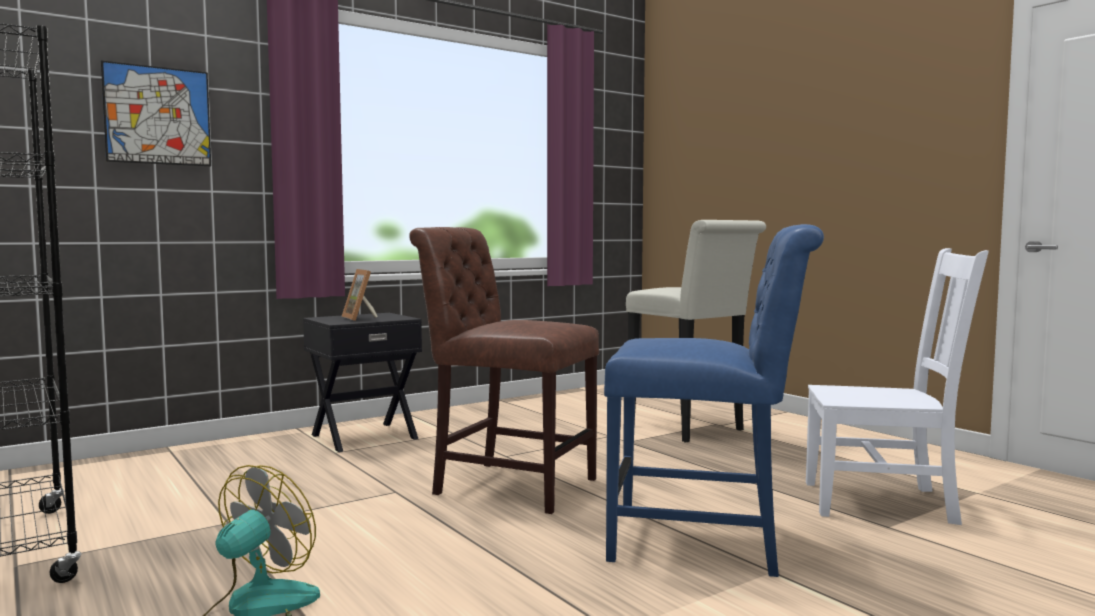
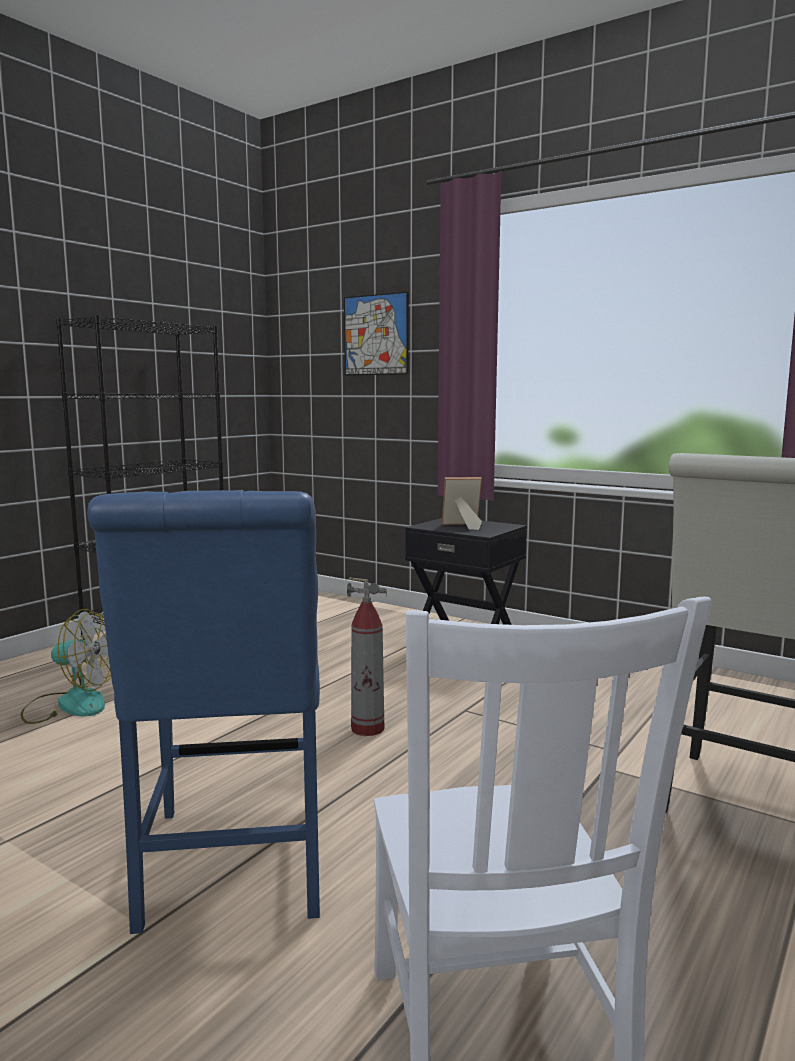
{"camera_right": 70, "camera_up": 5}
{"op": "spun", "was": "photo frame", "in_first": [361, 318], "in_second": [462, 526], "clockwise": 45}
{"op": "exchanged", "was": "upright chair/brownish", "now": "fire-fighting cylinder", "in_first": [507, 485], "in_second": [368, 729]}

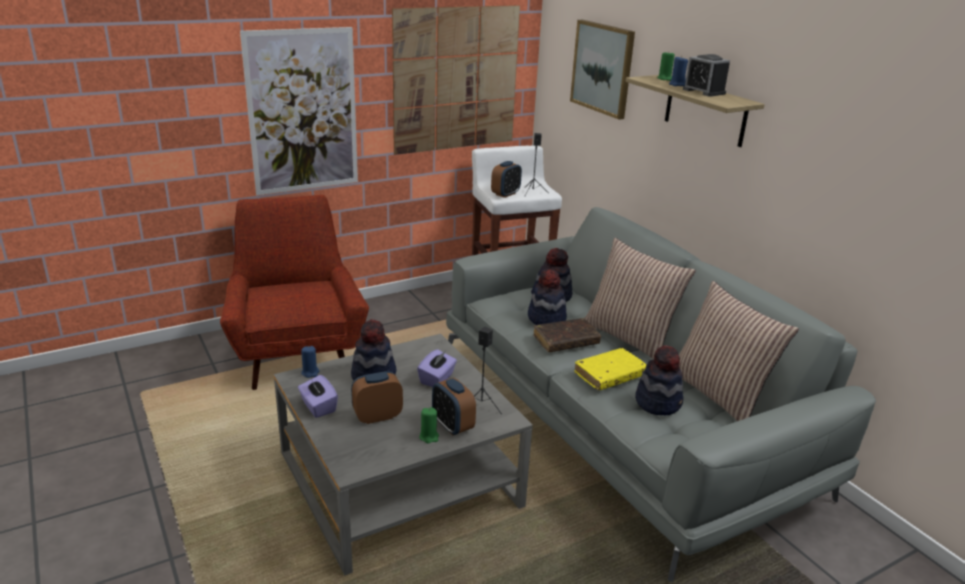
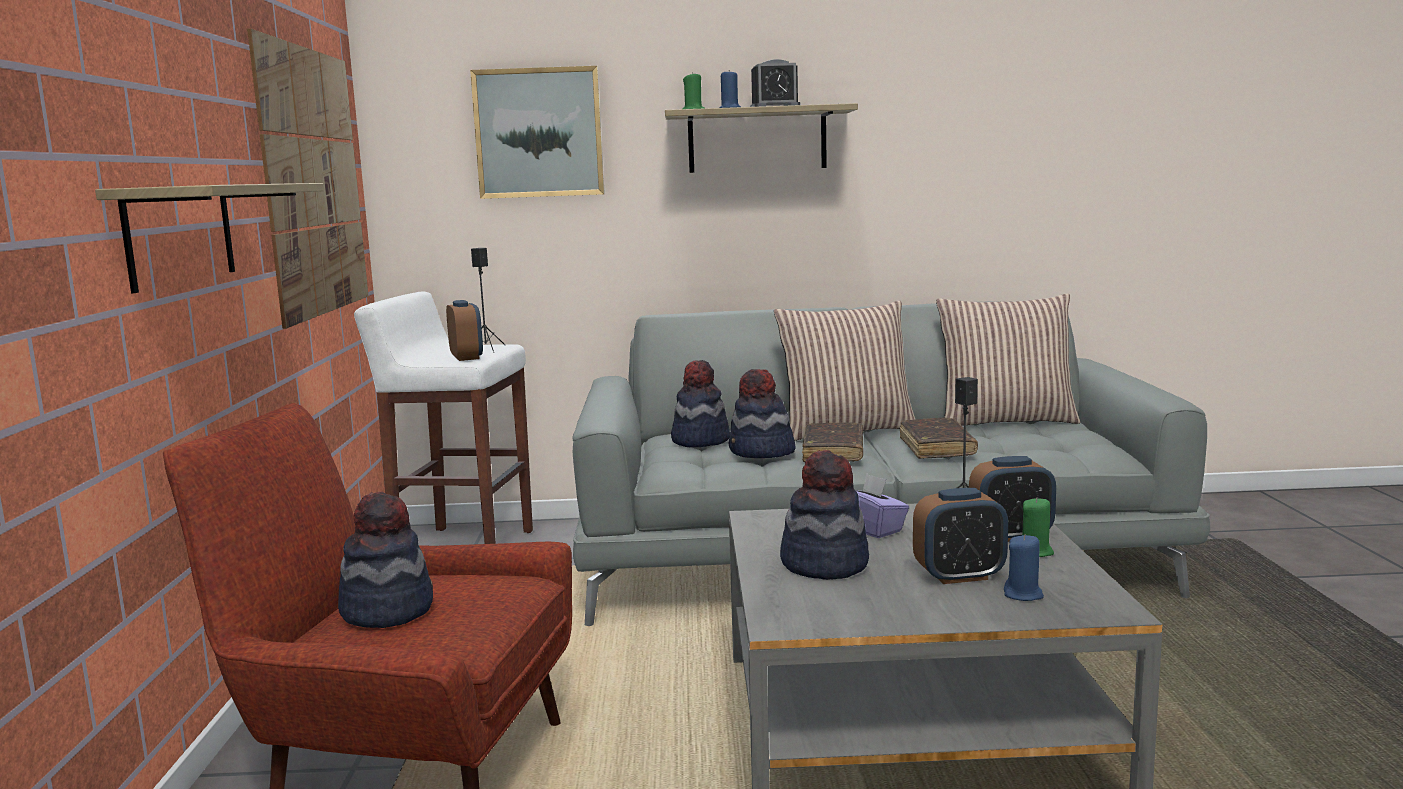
{"camera_right": -60, "camera_up": -15}
{"op": "exchanged", "was": "picture", "now": "shelf", "in_first": [303, 112], "in_second": [180, 234]}
{"op": "missing", "was": "tissue holder/purplish", "in_first": [318, 407]}
{"op": "relocated", "was": "candle/bluish", "in_first": [310, 373], "in_second": [1023, 595]}
{"op": "spun", "was": "alarm clock", "in_first": [377, 416], "in_second": [959, 576], "clockwise": -105}
{"op": "colour", "was": "book/yellow", "now": "book/brownish", "in_first": [610, 375], "in_second": [937, 448]}
{"op": "relocated", "was": "hat", "in_first": [658, 402], "in_second": [387, 610]}

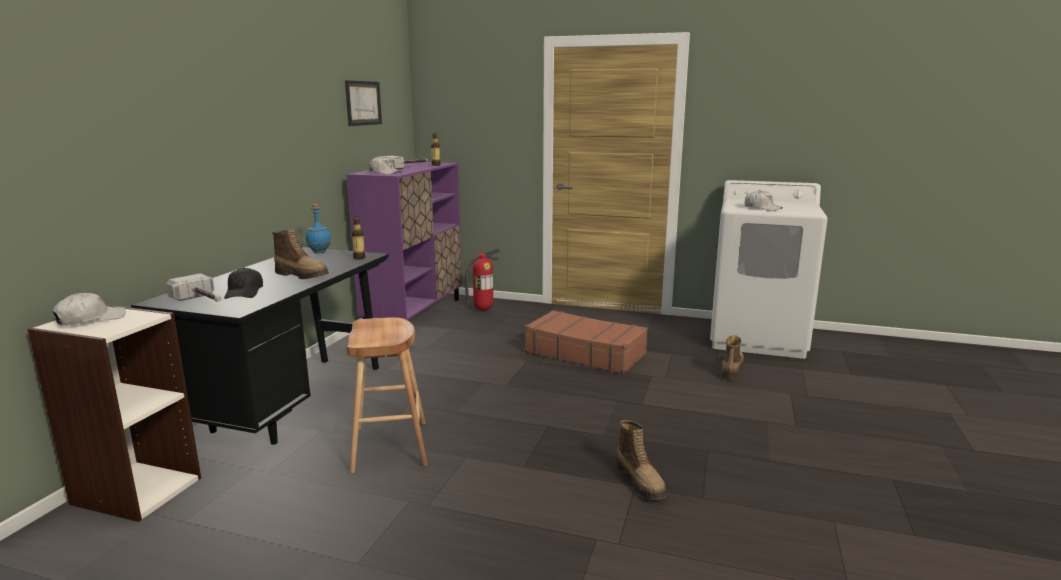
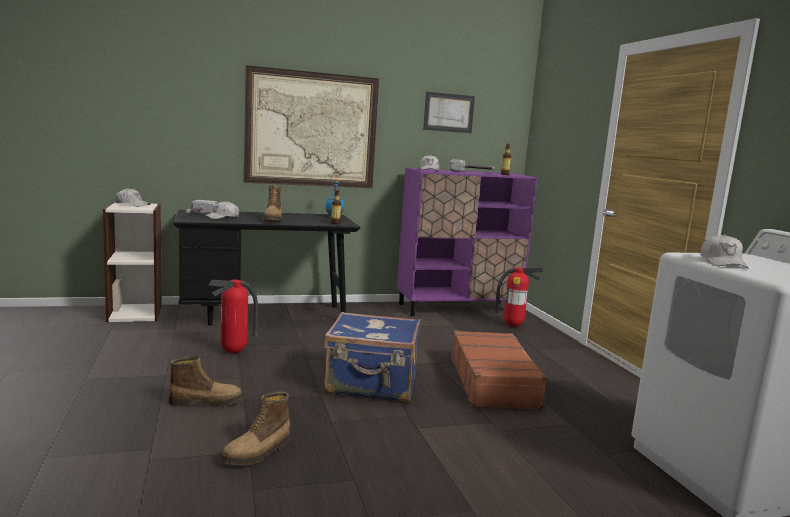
{"camera_right": 55, "camera_up": -5}
{"op": "colour", "was": "baseball cap/black", "now": "baseball cap/white", "in_first": [244, 292], "in_second": [222, 217]}
{"op": "exchanged", "was": "sitting stool/brownish", "now": "fire-fighting cylinder", "in_first": [390, 446], "in_second": [234, 352]}
{"op": "relocated", "was": "high-top boot", "in_first": [731, 369], "in_second": [206, 402]}
{"op": "appeared", "now": "picture", "in_second": [311, 129]}
{"op": "appeared", "now": "suitcase/bluish", "in_second": [372, 385]}

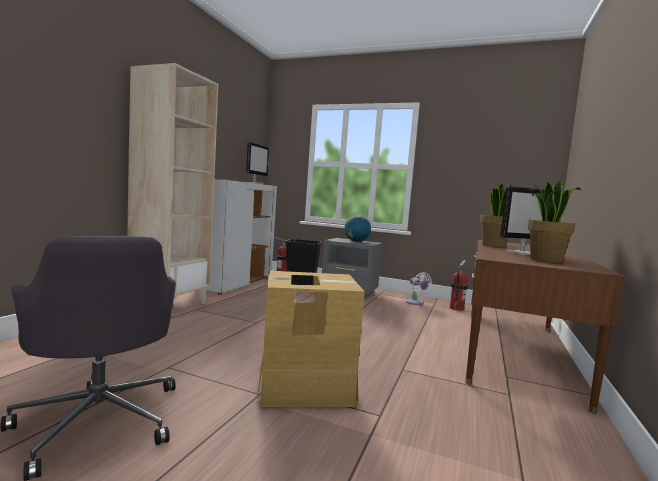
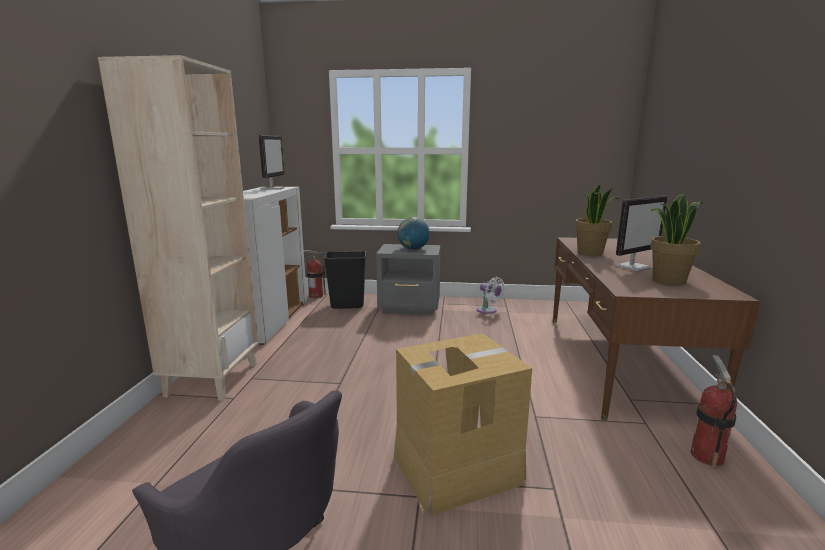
{"camera_right": -15, "camera_up": 10}
{"op": "relocated", "was": "fire-fighting cylinder", "in_first": [456, 308], "in_second": [707, 456]}

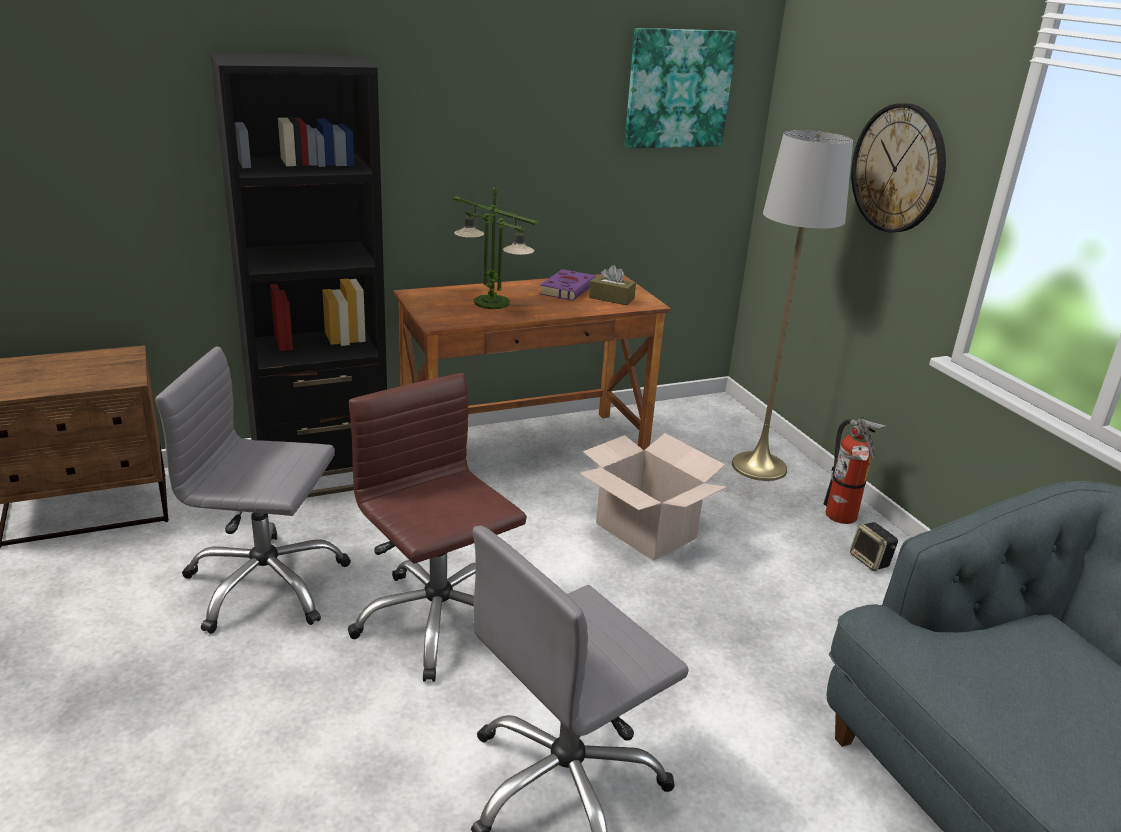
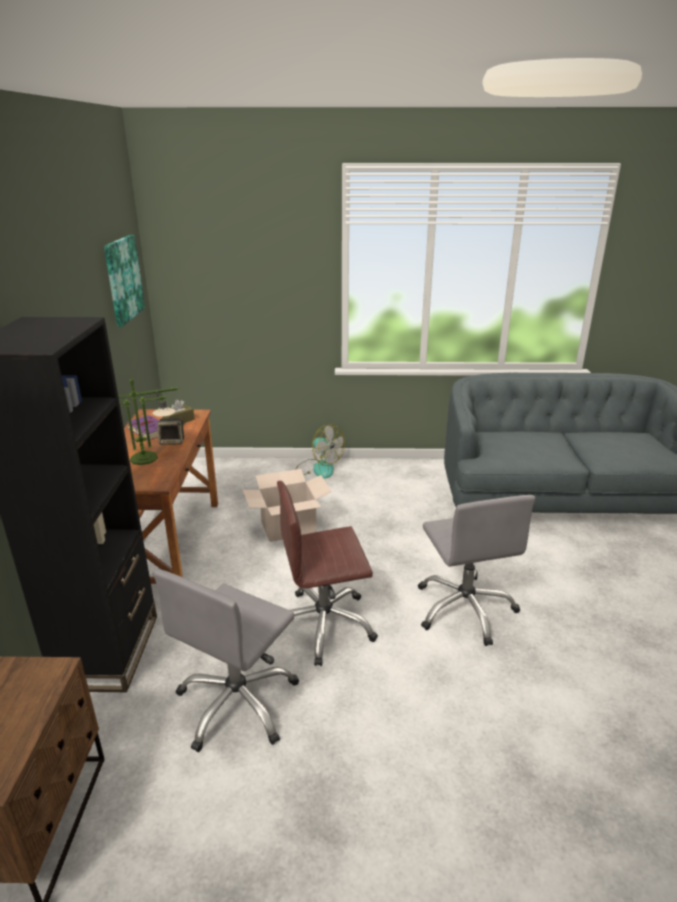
{"camera_right": -65, "camera_up": 0}
{"op": "missing", "was": "floor lamp/greyish", "in_first": [759, 466]}
{"op": "exchanged", "was": "fire-fighting cylinder", "now": "cooling fan", "in_first": [841, 518], "in_second": [318, 468]}
{"op": "relocated", "was": "speaker", "in_first": [871, 561], "in_second": [172, 441]}
{"op": "missing", "was": "wall clock", "in_first": [898, 168]}

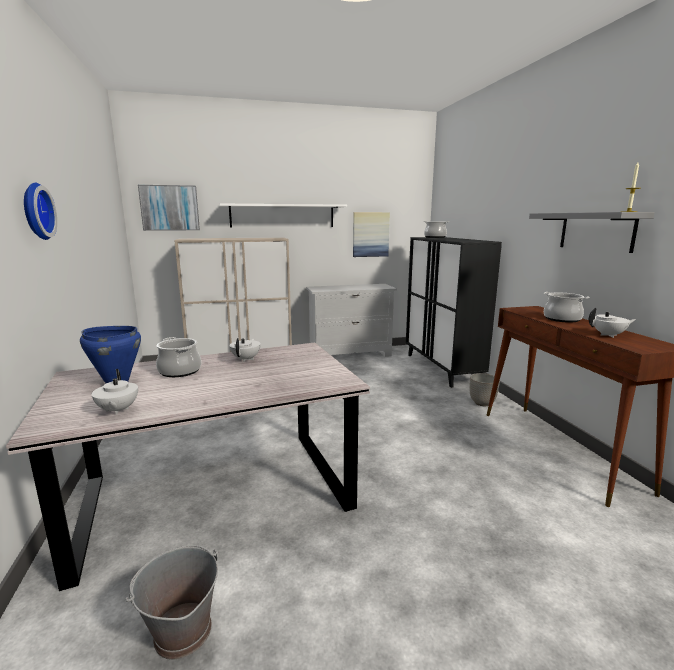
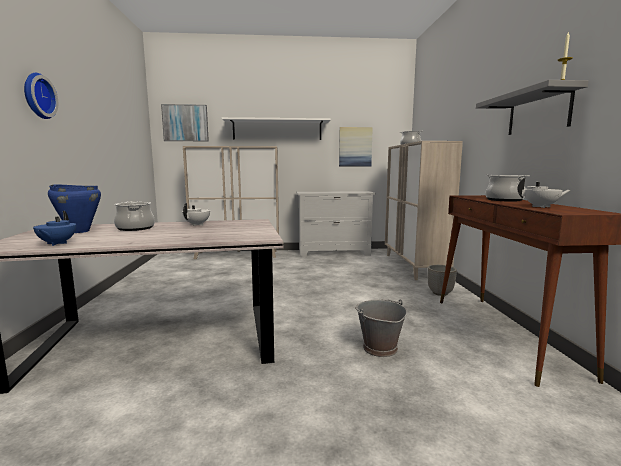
{"camera_right": 10, "camera_up": -5}
{"op": "colour", "was": "pot for tea/white", "now": "pot for tea/bluish", "in_first": [117, 410], "in_second": [56, 243]}
{"op": "relocated", "was": "pail/greyish", "in_first": [182, 632], "in_second": [379, 348]}
{"op": "colour", "was": "cabinet/black", "now": "cabinet/beige-coloured", "in_first": [442, 368], "in_second": [414, 266]}

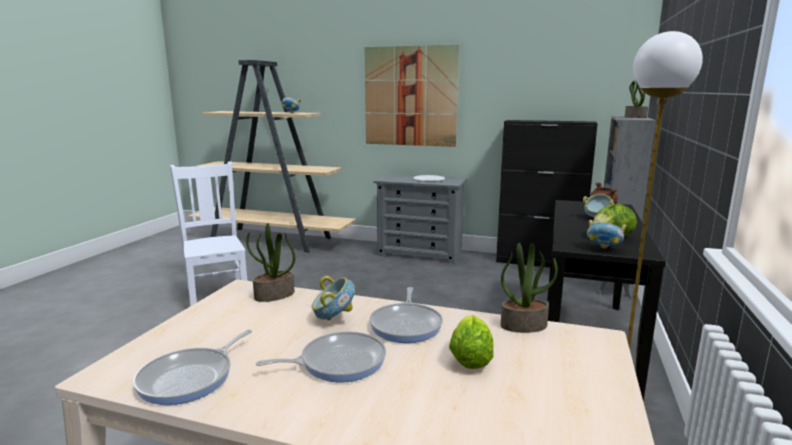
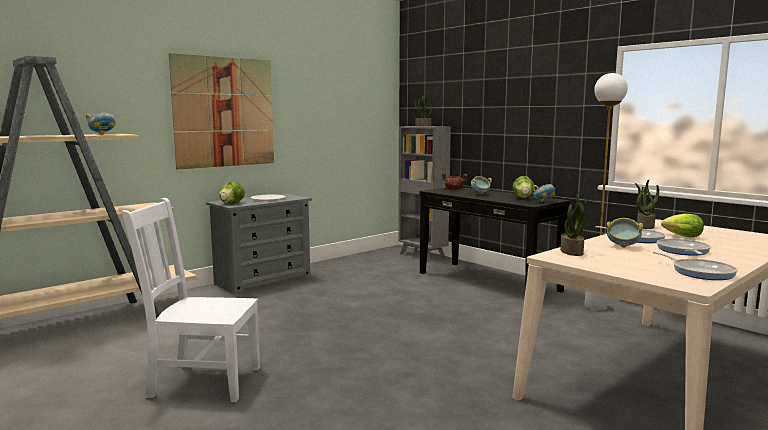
{"camera_right": -60, "camera_up": -5}
{"op": "missing", "was": "cabinet/black", "in_first": [539, 262]}
{"op": "appeared", "now": "head of lettuce", "in_second": [231, 203]}

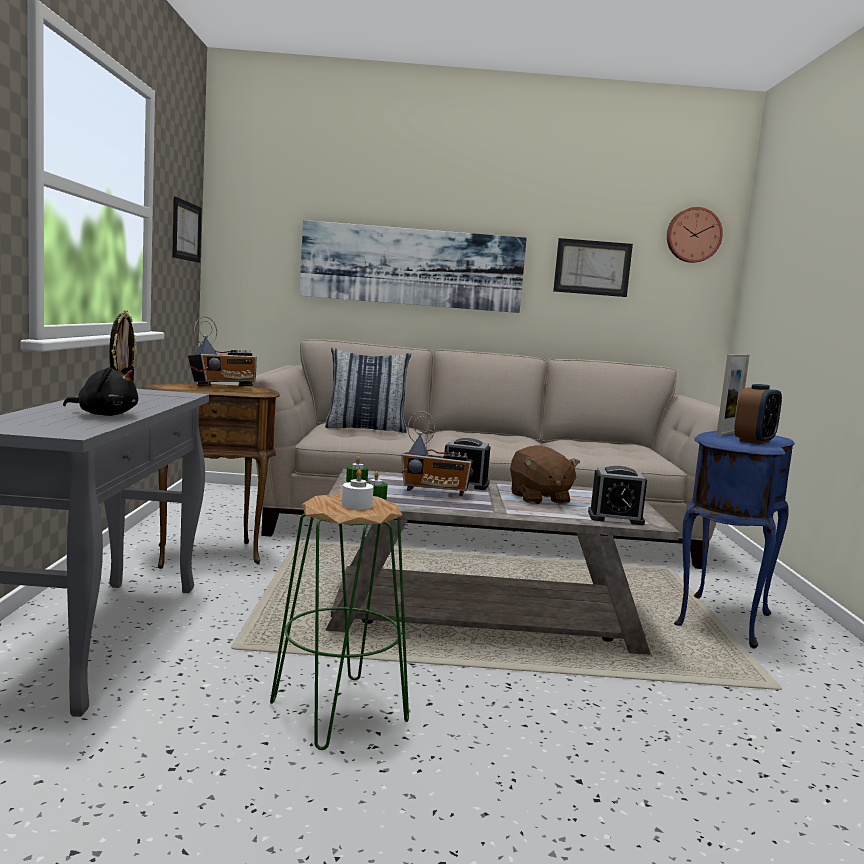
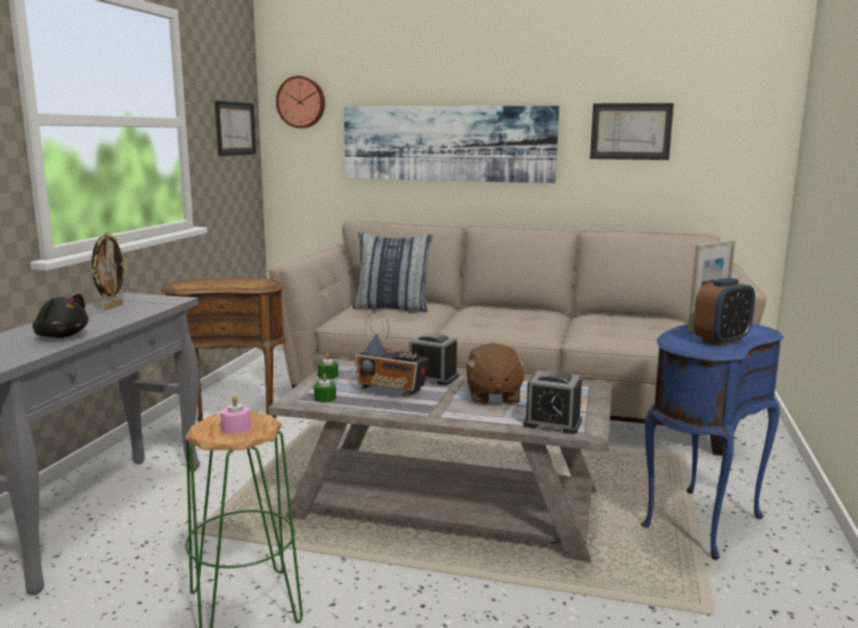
{"camera_right": 15, "camera_up": 5}
{"op": "missing", "was": "radio", "in_first": [224, 387]}
{"op": "colour", "was": "candle/white", "now": "candle/pinkish", "in_first": [357, 505], "in_second": [236, 427]}
{"op": "relocated", "was": "wall clock", "in_first": [693, 235], "in_second": [301, 102]}

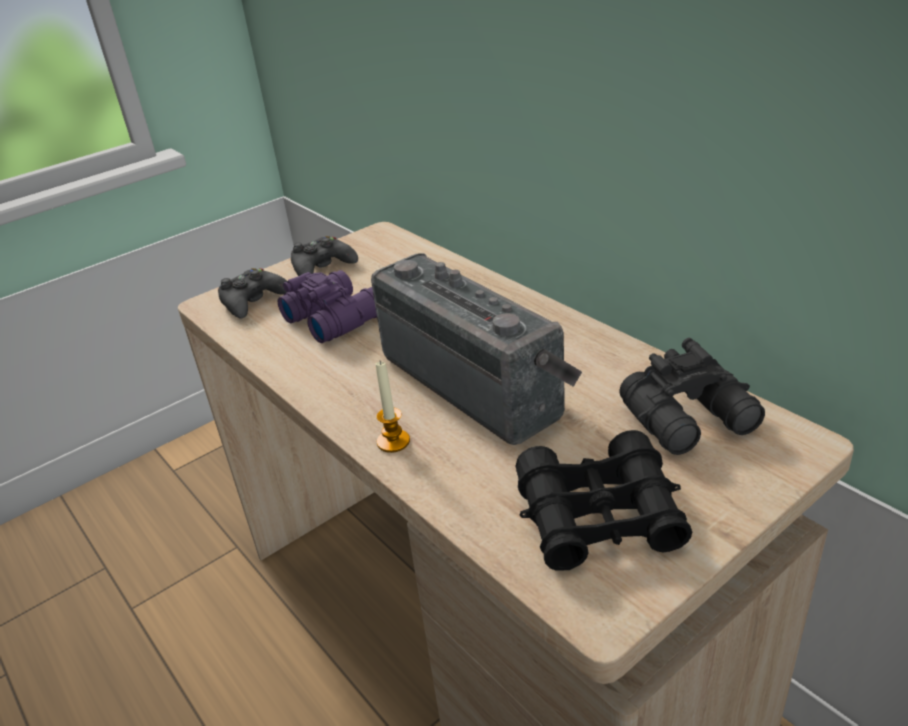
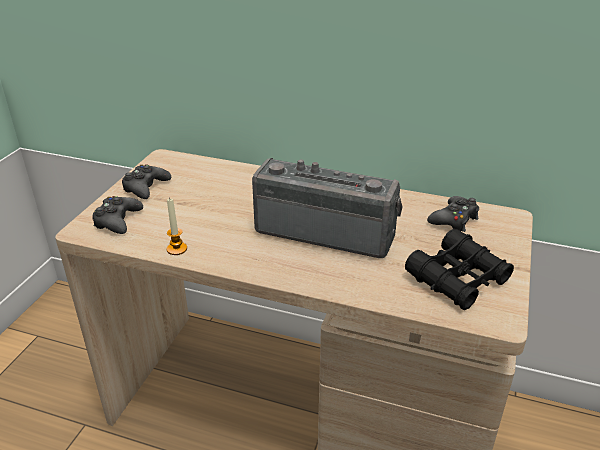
{"camera_right": -35, "camera_up": 0}
{"op": "missing", "was": "binoculars/purplish", "in_first": [334, 317]}
{"op": "relocated", "was": "candle", "in_first": [393, 441], "in_second": [177, 249]}
{"op": "exchanged", "was": "binoculars/black", "now": "gamepad/black", "in_first": [692, 419], "in_second": [454, 220]}

